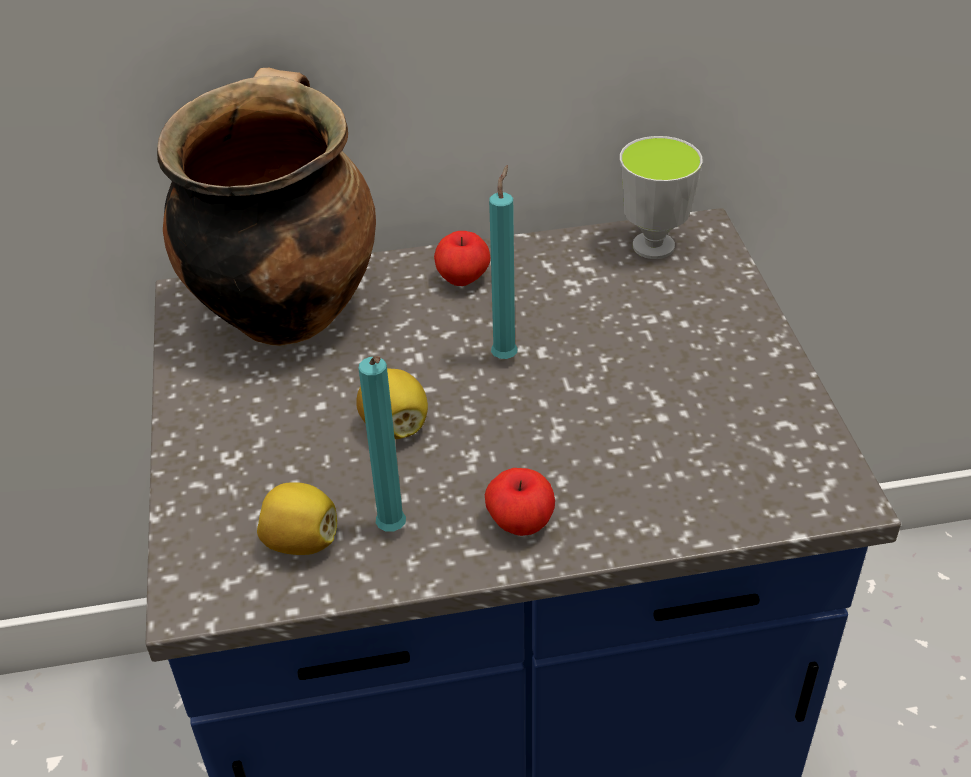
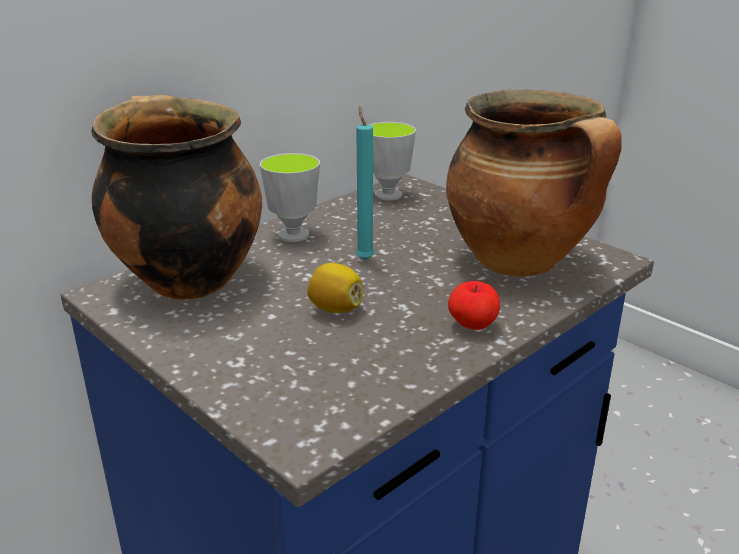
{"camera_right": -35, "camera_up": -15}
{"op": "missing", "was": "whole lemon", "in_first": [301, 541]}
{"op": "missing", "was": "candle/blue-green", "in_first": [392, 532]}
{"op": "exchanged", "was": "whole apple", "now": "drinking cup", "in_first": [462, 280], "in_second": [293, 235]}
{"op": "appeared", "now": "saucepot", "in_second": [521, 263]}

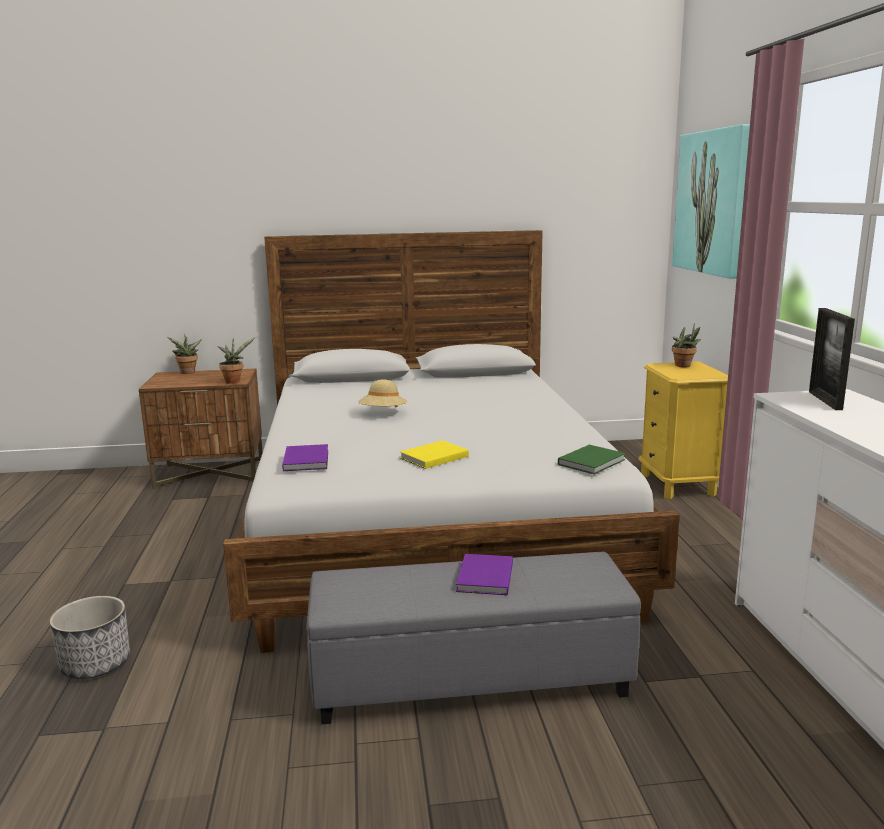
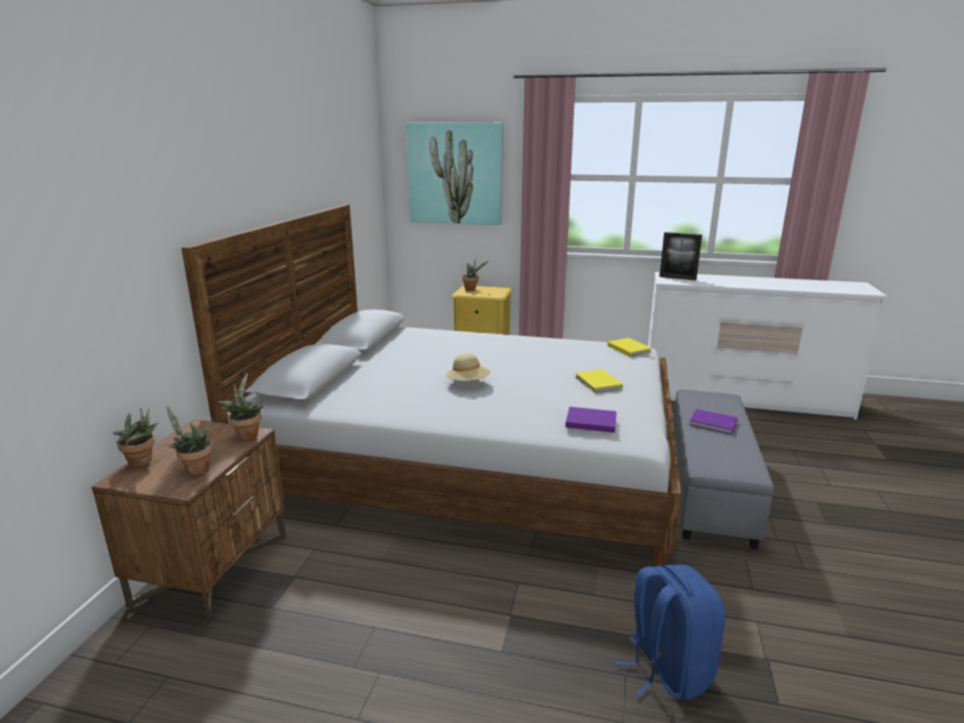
{"camera_right": -70, "camera_up": 5}
{"op": "exchanged", "was": "plant pot", "now": "backpack/bluish", "in_first": [96, 664], "in_second": [666, 668]}
{"op": "colour", "was": "book/green", "now": "book/yellow", "in_first": [593, 462], "in_second": [628, 348]}
{"op": "appeared", "now": "houseplant", "in_second": [195, 469]}

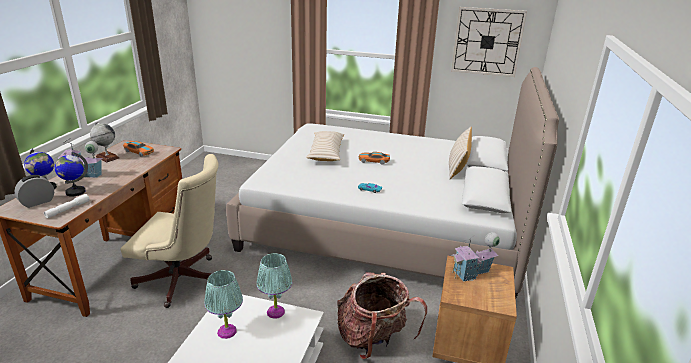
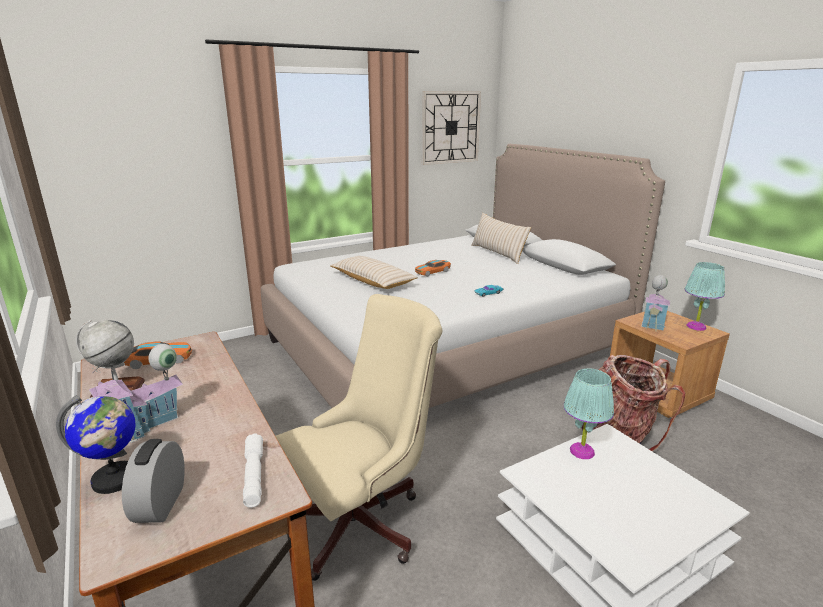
{"camera_right": -45, "camera_up": -5}
{"op": "missing", "was": "globe", "in_first": [75, 192]}
{"op": "relocated", "was": "tabletop lamp/blue-green", "in_first": [227, 331], "in_second": [696, 326]}

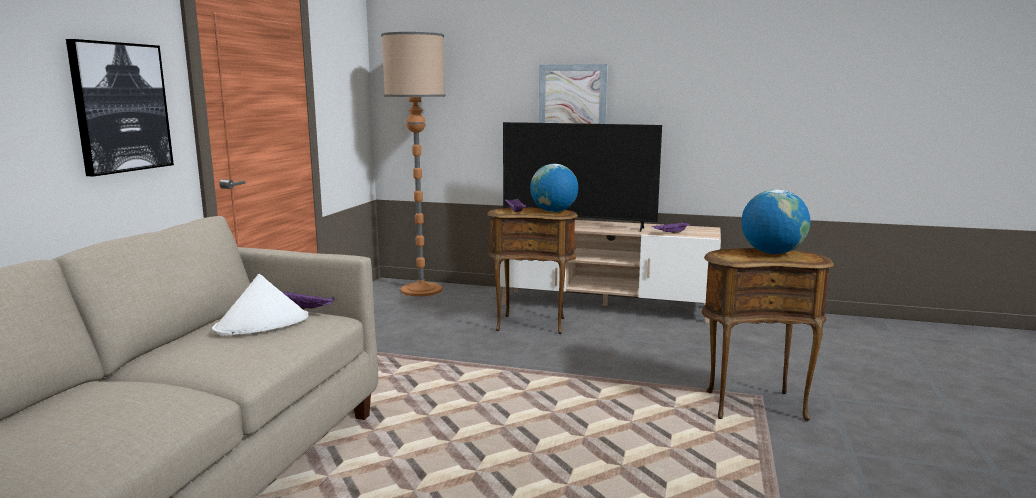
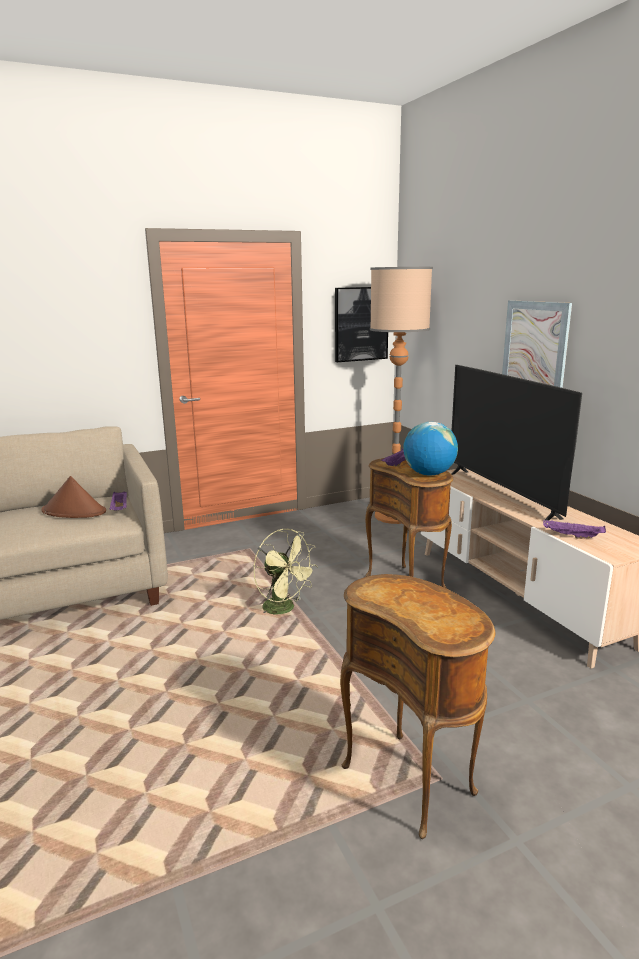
{"camera_right": 50, "camera_up": 5}
{"op": "relocated", "was": "picture", "in_first": [121, 107], "in_second": [361, 324]}
{"op": "colour", "was": "hat/white", "now": "hat/brownish", "in_first": [262, 324], "in_second": [74, 511]}
{"op": "missing", "was": "globe", "in_first": [772, 253]}
{"op": "appeared", "now": "cooling fan/green", "in_second": [284, 609]}

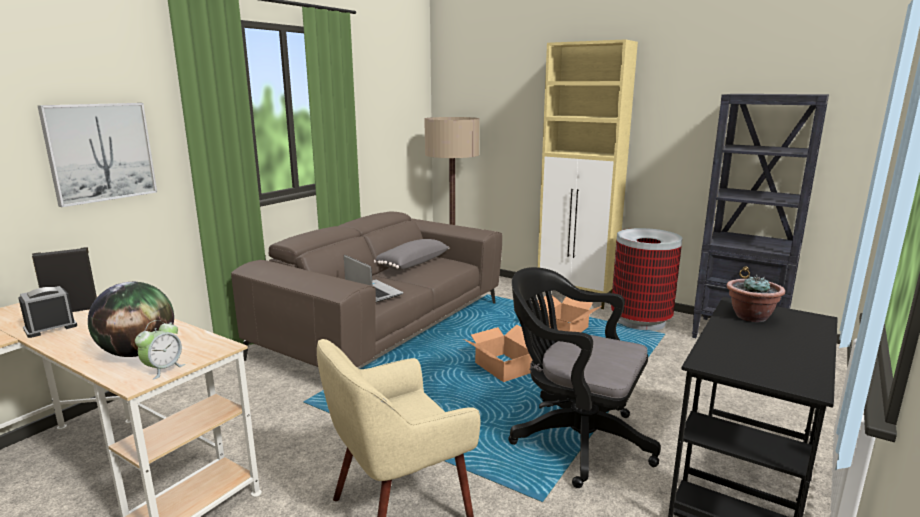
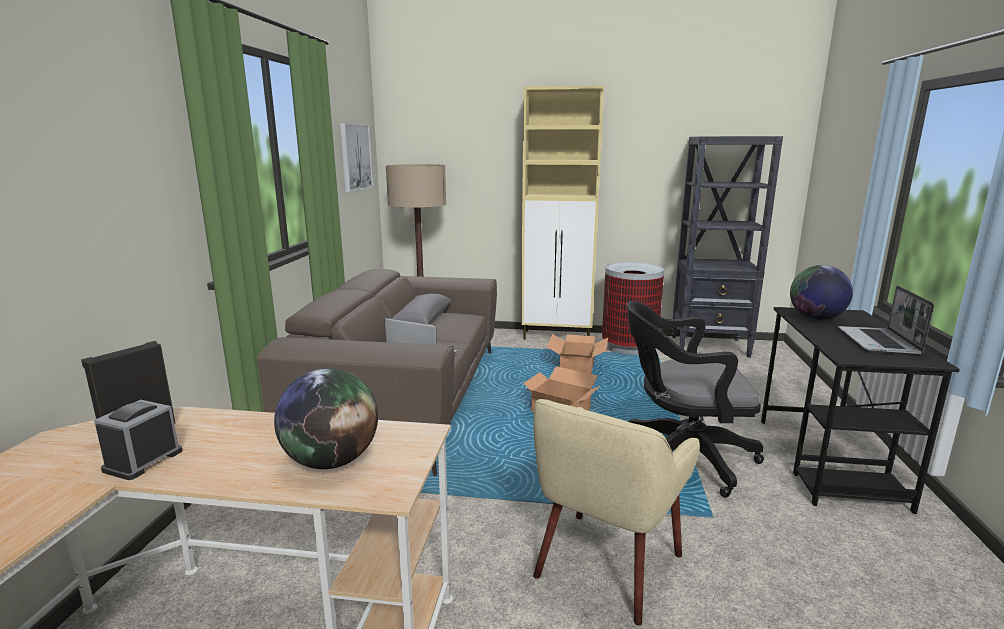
{"camera_right": -25, "camera_up": 0}
{"op": "relocated", "was": "picture", "in_first": [100, 152], "in_second": [355, 157]}
{"op": "missing", "was": "alarm clock", "in_first": [163, 369]}
{"op": "exchanged", "was": "houseplant", "now": "globe", "in_first": [750, 316], "in_second": [816, 318]}
{"op": "appeared", "now": "laptop", "in_second": [879, 342]}

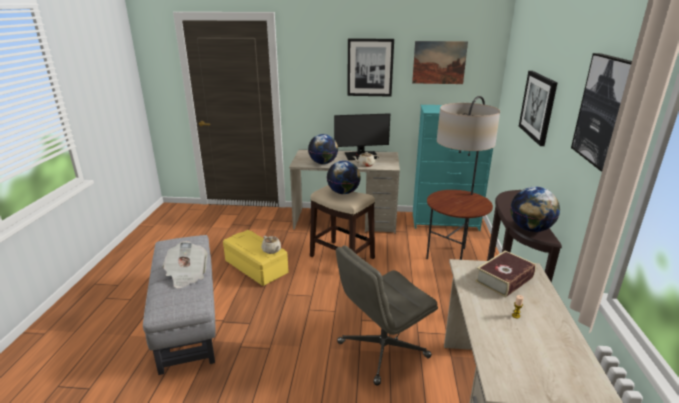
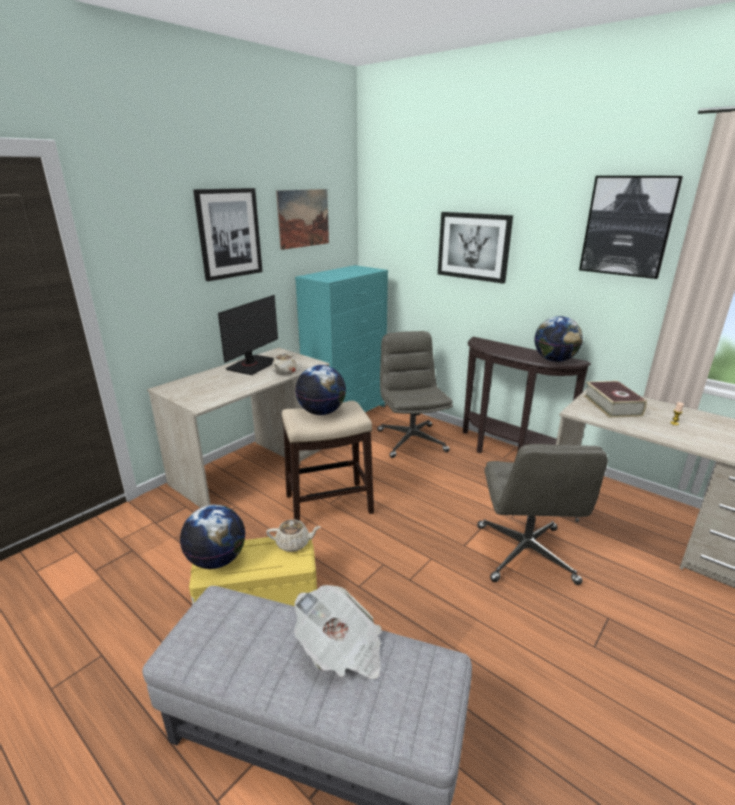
{"camera_right": -55, "camera_up": 0}
{"op": "relocated", "was": "globe", "in_first": [323, 163], "in_second": [217, 560]}
{"op": "exchanged", "was": "floor lamp", "now": "desk chair/greyish", "in_first": [452, 258], "in_second": [411, 440]}

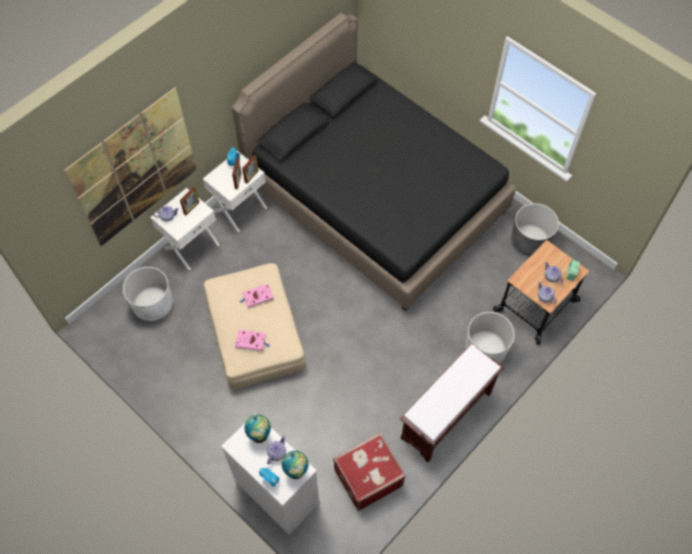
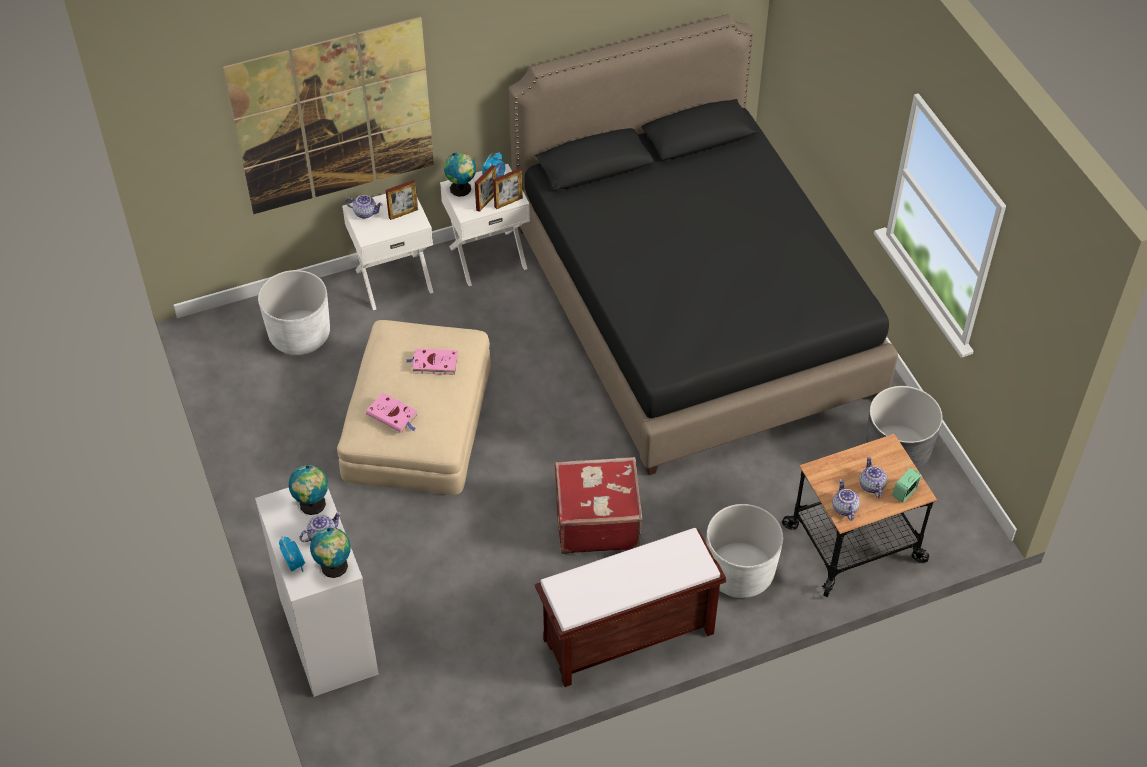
{"camera_right": 25, "camera_up": -10}
{"op": "relocated", "was": "suitcase/red-coloured", "in_first": [367, 476], "in_second": [596, 521]}
{"op": "appeared", "now": "globe", "in_second": [462, 189]}

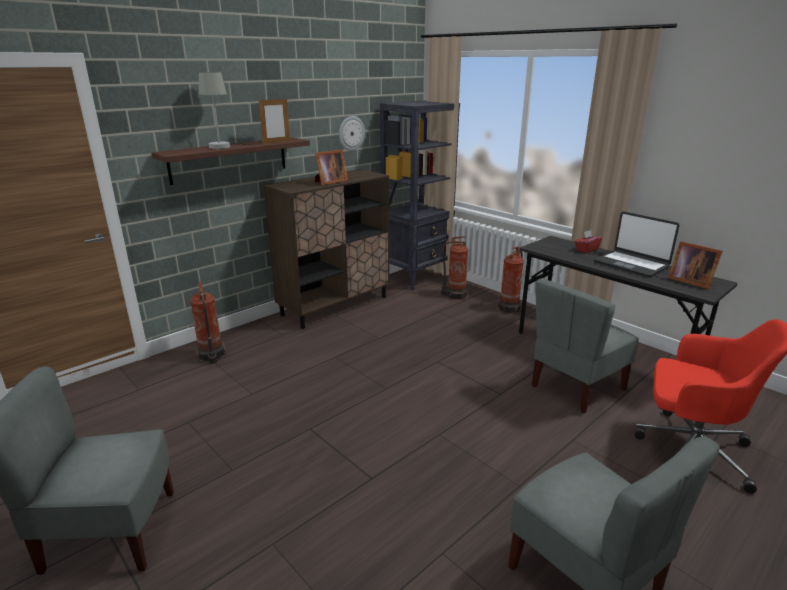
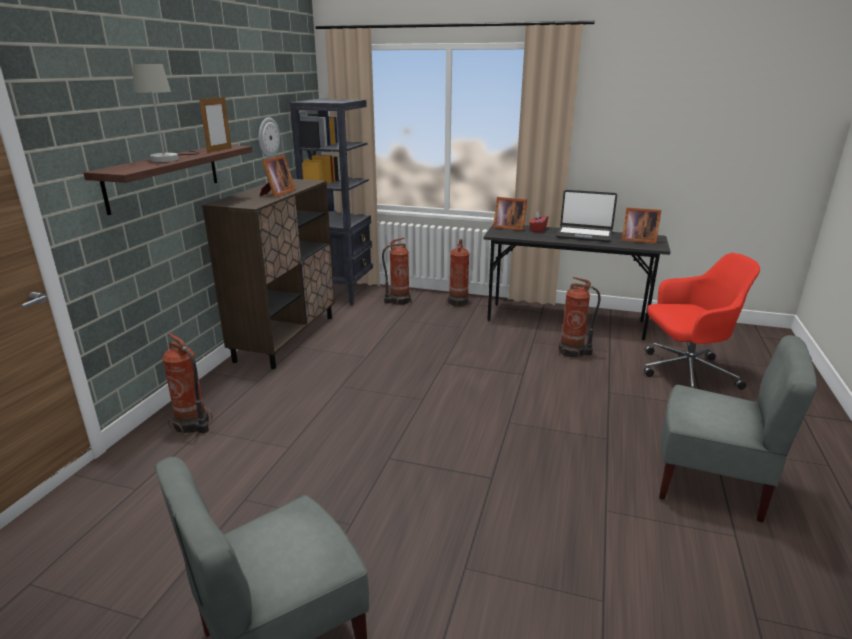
{"camera_right": -30, "camera_up": 0}
{"op": "exchanged", "was": "upright chair/greyish", "now": "fire-fighting cylinder", "in_first": [576, 387], "in_second": [573, 352]}
{"op": "appeared", "now": "photo frame", "in_second": [508, 227]}

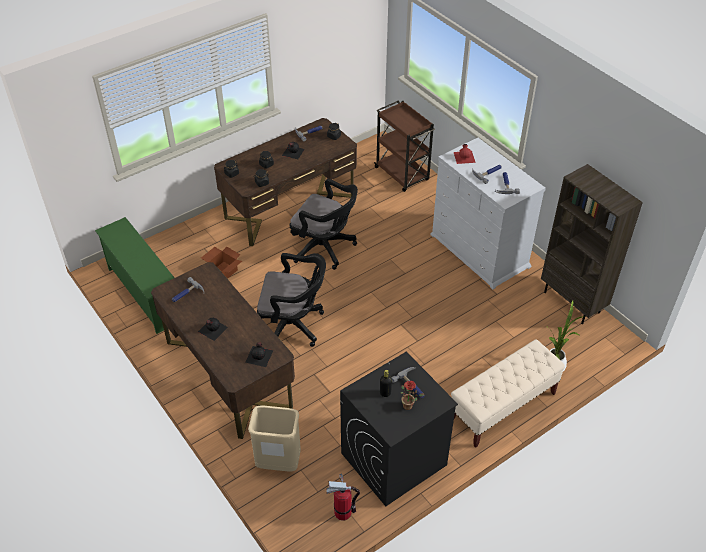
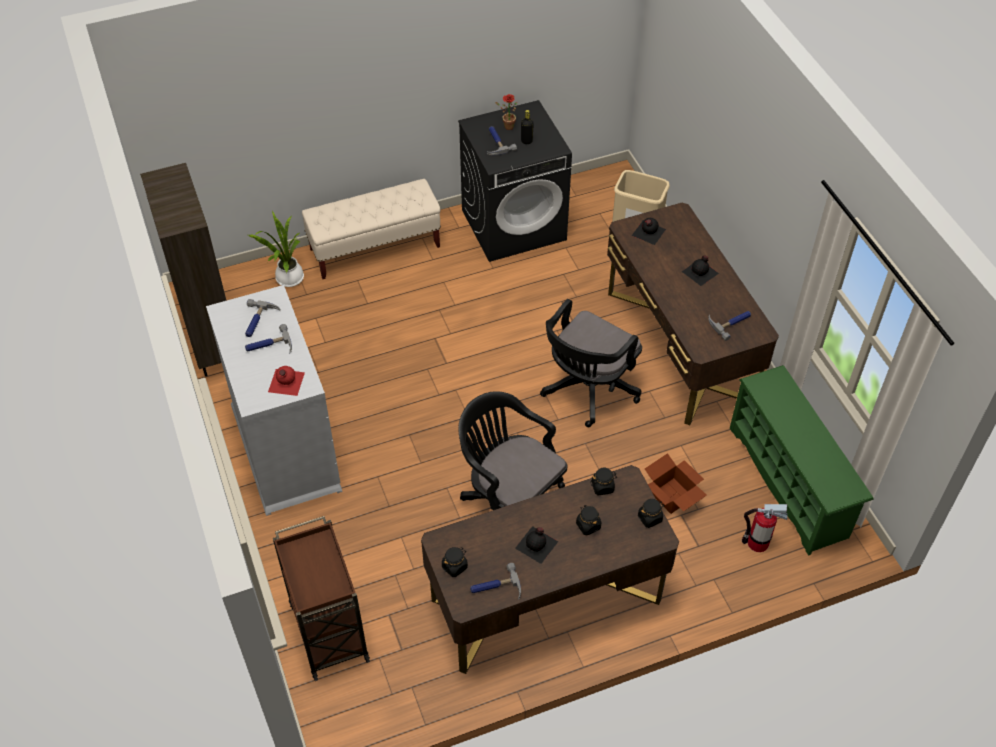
{"camera_right": -165, "camera_up": 5}
{"op": "spun", "was": "desk chair/black", "in_first": [293, 325], "in_second": [587, 390], "clockwise": -75}
{"op": "relocated", "was": "fire-fighting cylinder", "in_first": [343, 512], "in_second": [757, 543]}

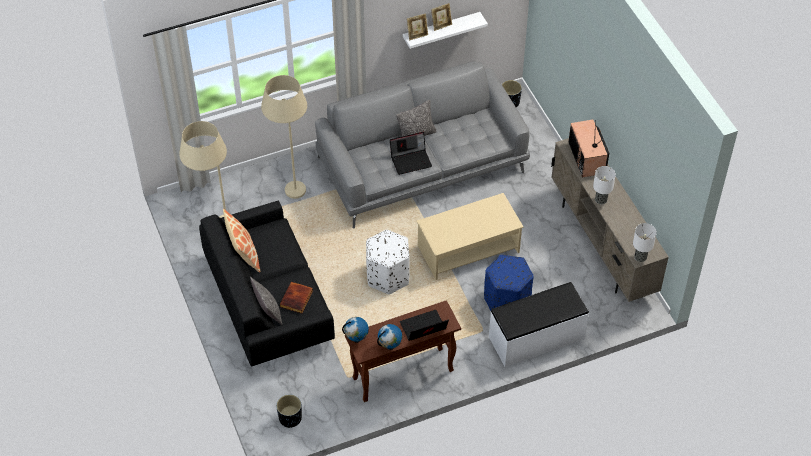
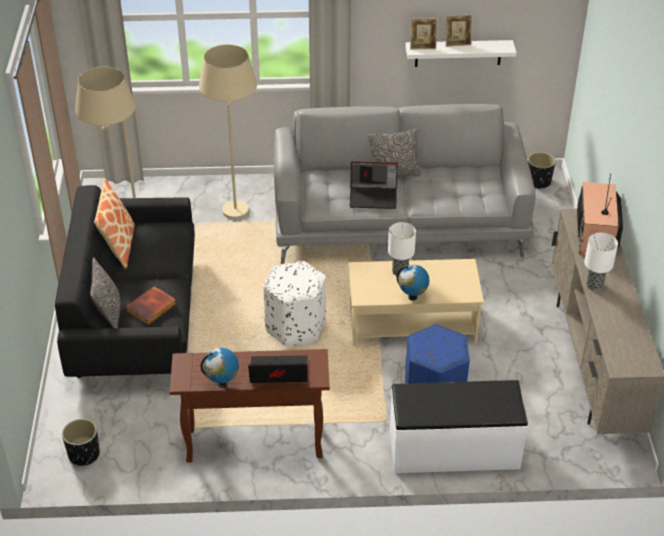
{"camera_right": 20, "camera_up": -10}
{"op": "relocated", "was": "globe", "in_first": [356, 339], "in_second": [412, 297]}
{"op": "relocated", "was": "tabletop lamp", "in_first": [640, 257], "in_second": [399, 271]}

